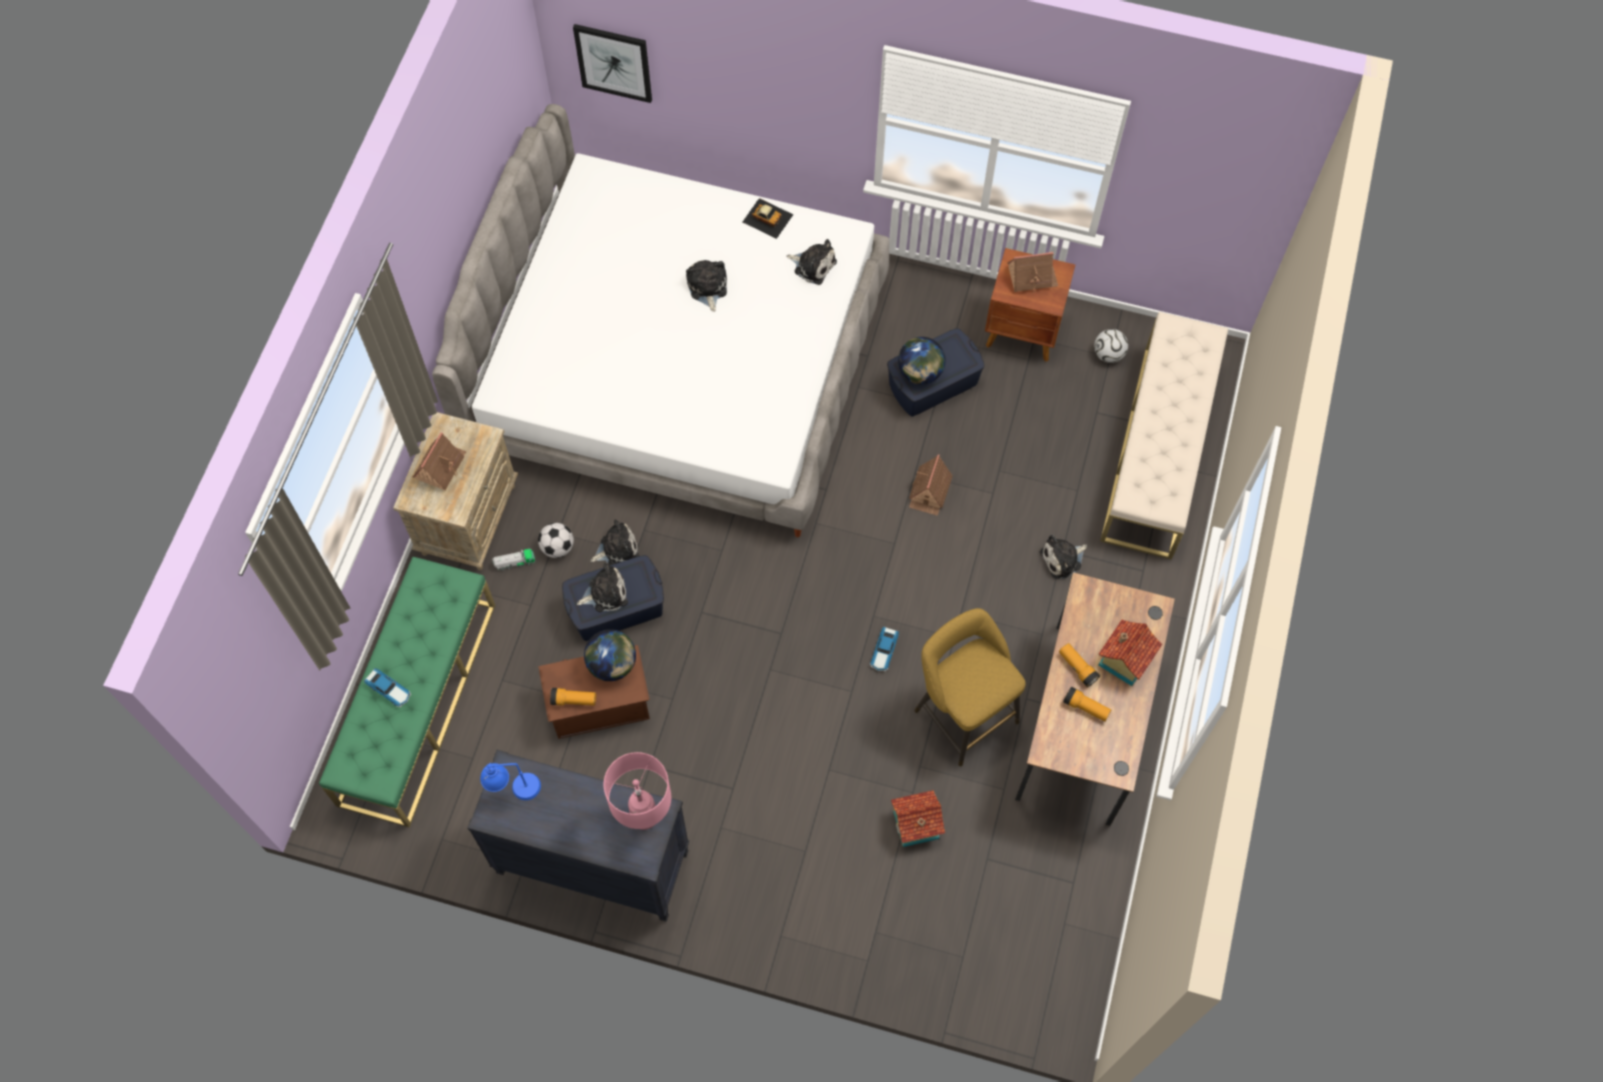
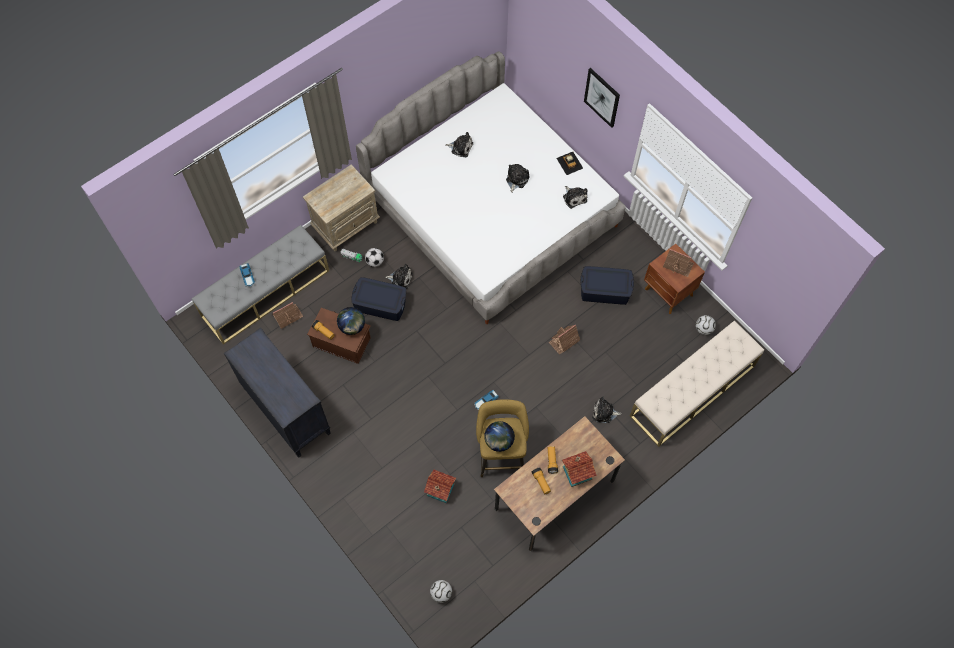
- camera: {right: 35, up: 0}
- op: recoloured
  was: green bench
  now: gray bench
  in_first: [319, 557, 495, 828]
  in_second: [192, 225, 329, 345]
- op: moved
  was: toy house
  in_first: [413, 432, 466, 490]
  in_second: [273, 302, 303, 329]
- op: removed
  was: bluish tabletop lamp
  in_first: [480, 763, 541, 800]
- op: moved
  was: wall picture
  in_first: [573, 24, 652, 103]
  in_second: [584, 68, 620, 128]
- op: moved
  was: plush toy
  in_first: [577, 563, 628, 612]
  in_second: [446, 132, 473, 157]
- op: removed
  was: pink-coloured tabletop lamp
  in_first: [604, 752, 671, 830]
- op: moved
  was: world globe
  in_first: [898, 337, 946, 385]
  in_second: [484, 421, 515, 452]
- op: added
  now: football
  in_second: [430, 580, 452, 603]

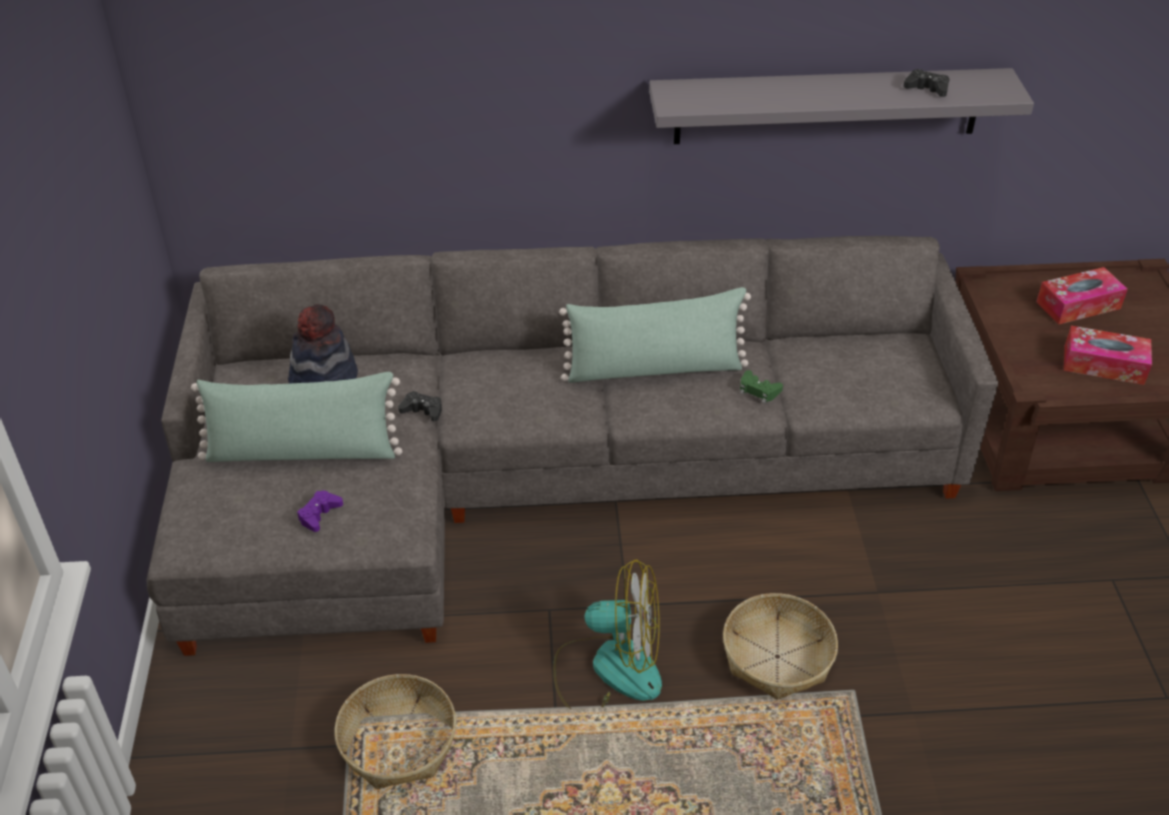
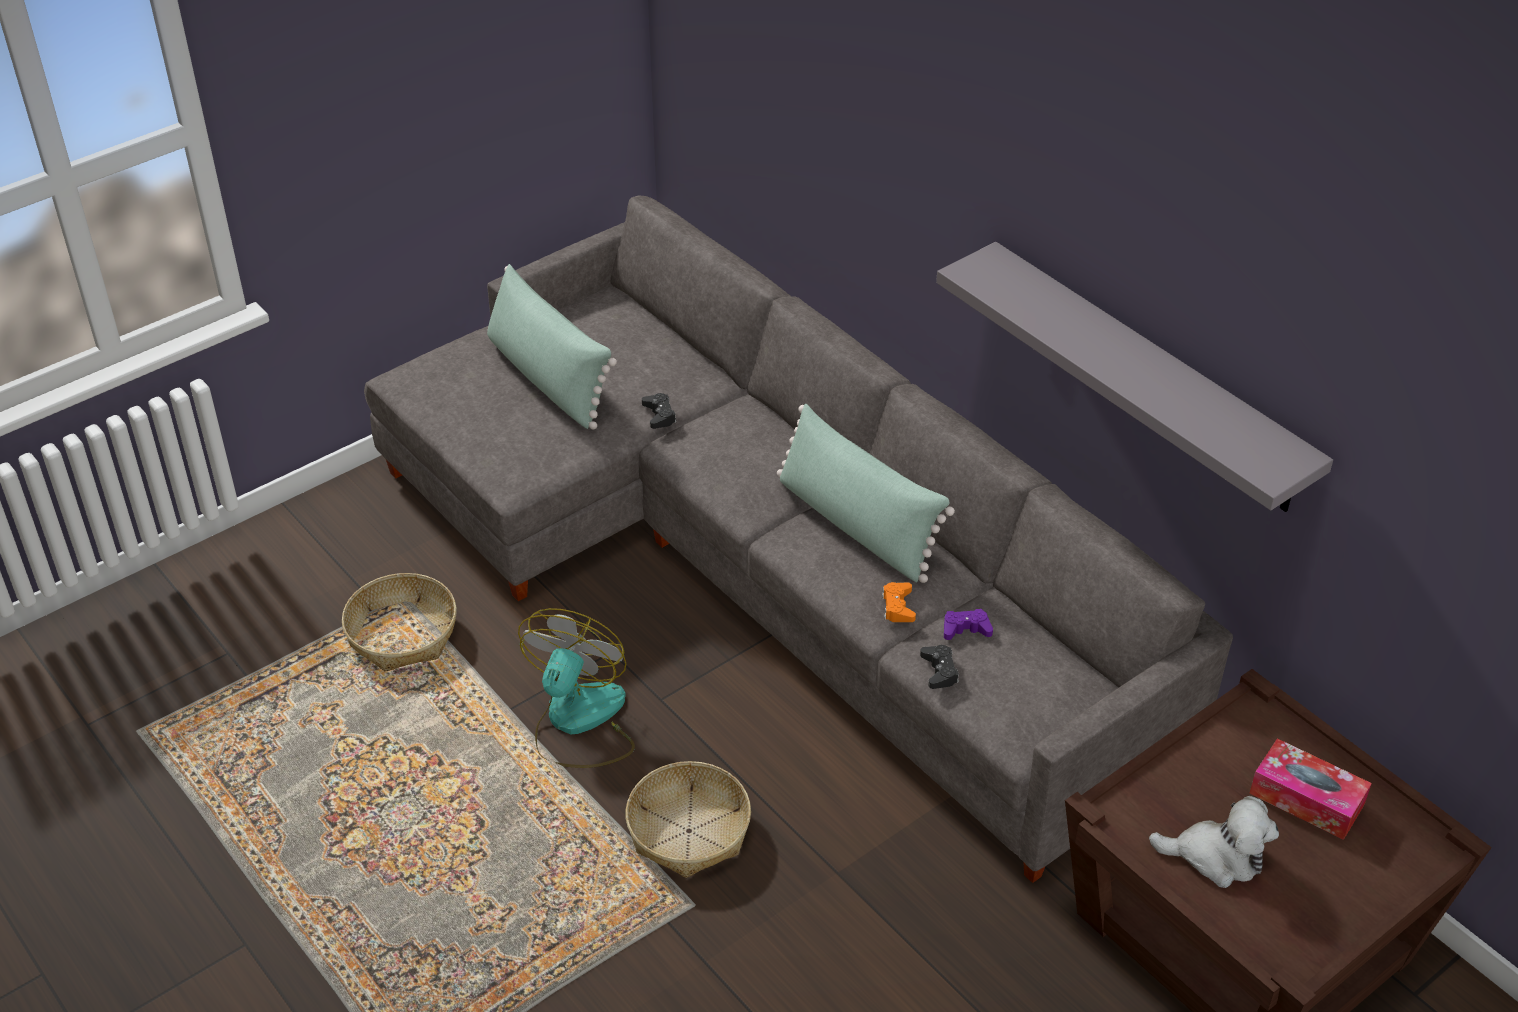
- camera: {right: 55, up: 0}
- op: removed
  was: wearable hat
  in_first: [288, 304, 358, 384]
- op: moved
  was: purple gamepad
  in_first: [297, 490, 343, 532]
  in_second: [944, 609, 993, 640]
- op: turned
  was: electric fan
  in_first: [553, 559, 662, 709]
  in_second: [518, 608, 635, 768]
  clockwise: -135
- op: recoloured
  was: green gamepad
  now: orange-coloured gamepad
  in_first: [740, 370, 783, 403]
  in_second: [882, 582, 916, 622]
- op: moved
  was: black gamepad
  in_first: [903, 69, 950, 97]
  in_second: [920, 645, 959, 689]
- op: replaced
  was: tissue box
  now: plush toy
  in_first: [1064, 326, 1152, 385]
  in_second: [1149, 796, 1279, 888]

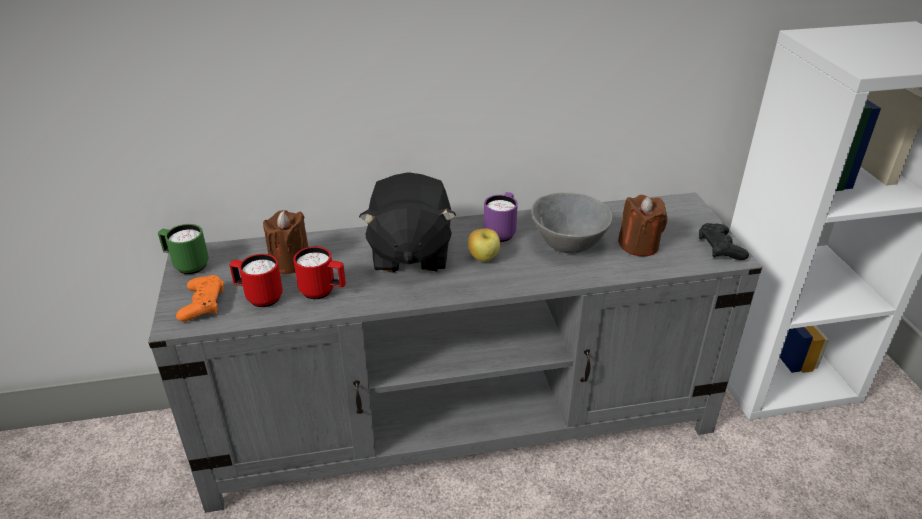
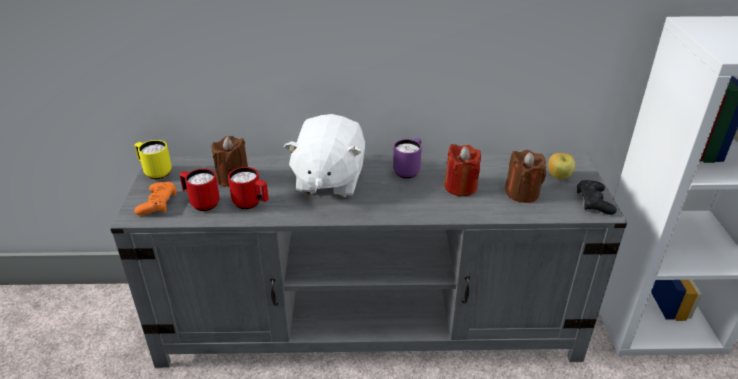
- camera: {right: 10, up: 0}
- op: recoloured
  was: green tea mug
  now: yellow-coloured tea mug
  in_first: [158, 224, 209, 274]
  in_second: [135, 140, 172, 179]
- op: recoloured
  was: black plush toy
  now: whitish plush toy
  in_first: [359, 172, 456, 273]
  in_second: [284, 114, 365, 197]
- op: moved
  was: apple
  in_first: [468, 228, 500, 262]
  in_second: [548, 153, 575, 179]
- op: replaced
  was: gray serving bowl
  now: red-coloured candle
  in_first: [531, 192, 613, 254]
  in_second: [444, 144, 481, 197]

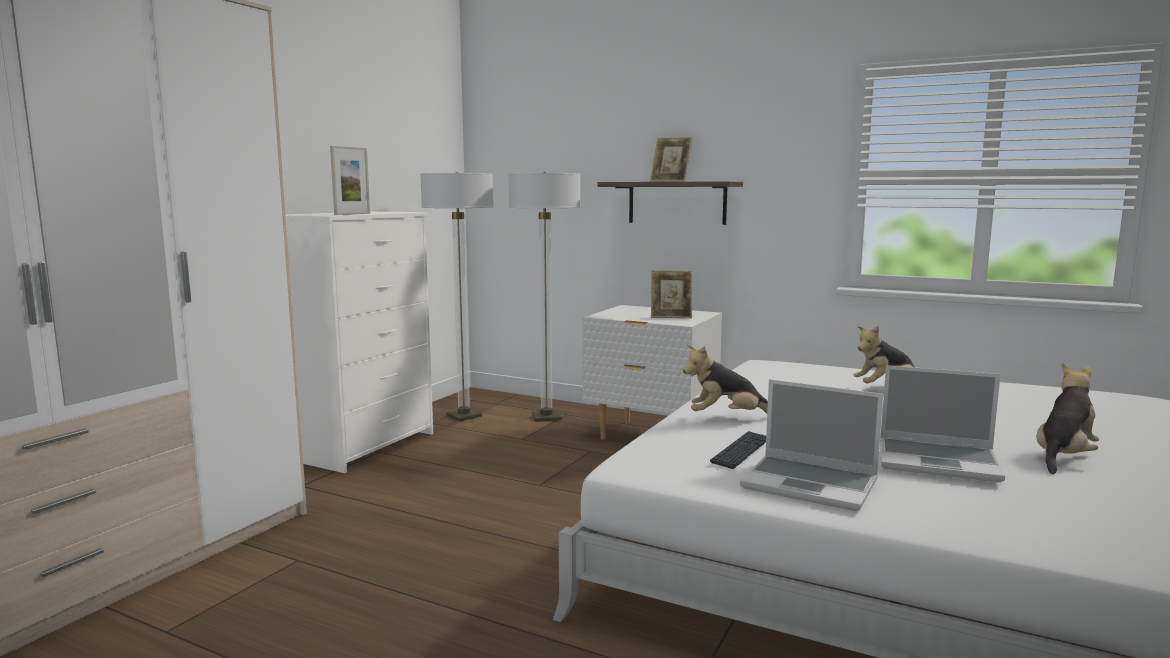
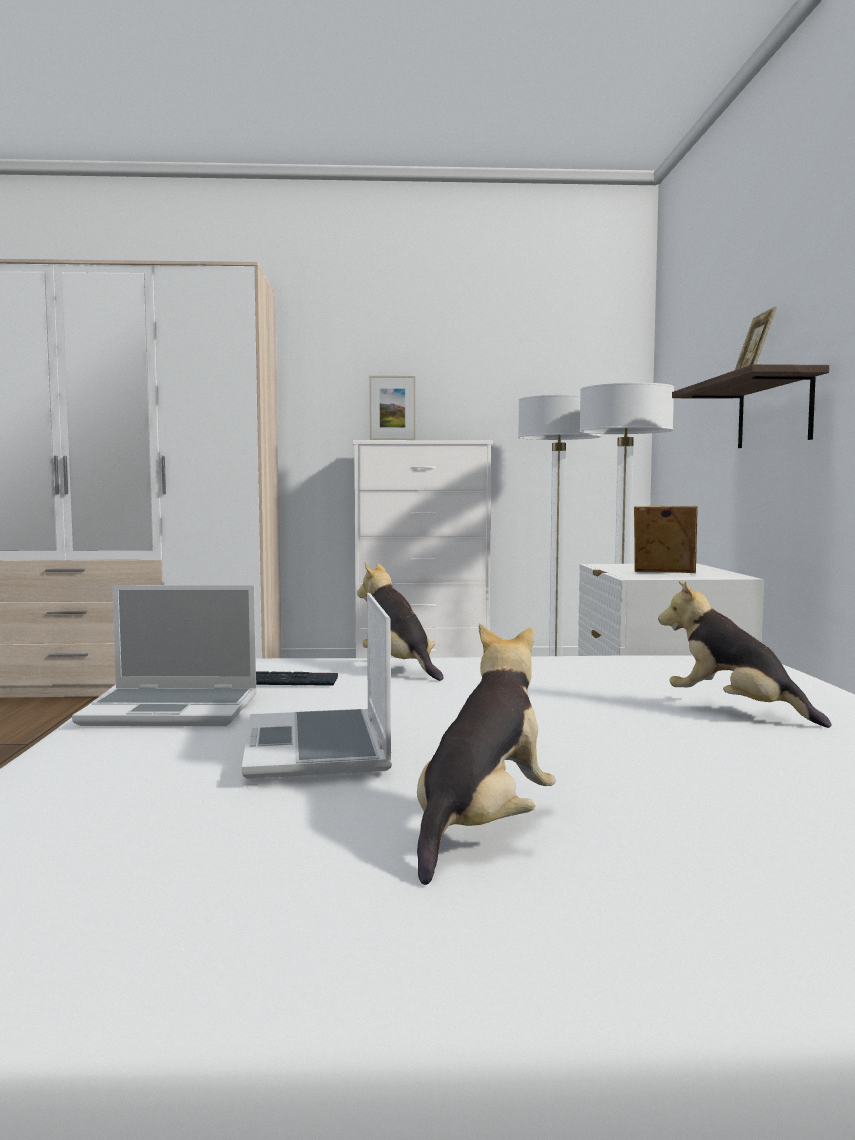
- camera: {right: 60, up: -5}
- op: turned
  was: standing frame
  in_first: [651, 270, 692, 318]
  in_second: [634, 505, 698, 573]
  clockwise: 135
- op: turned
  was: notebook computer
  in_first: [740, 379, 883, 511]
  in_second: [72, 585, 257, 726]
  clockwise: -90
- op: turned
  was: plush toy
  in_first: [1036, 363, 1099, 474]
  in_second: [417, 623, 556, 885]
  clockwise: -75

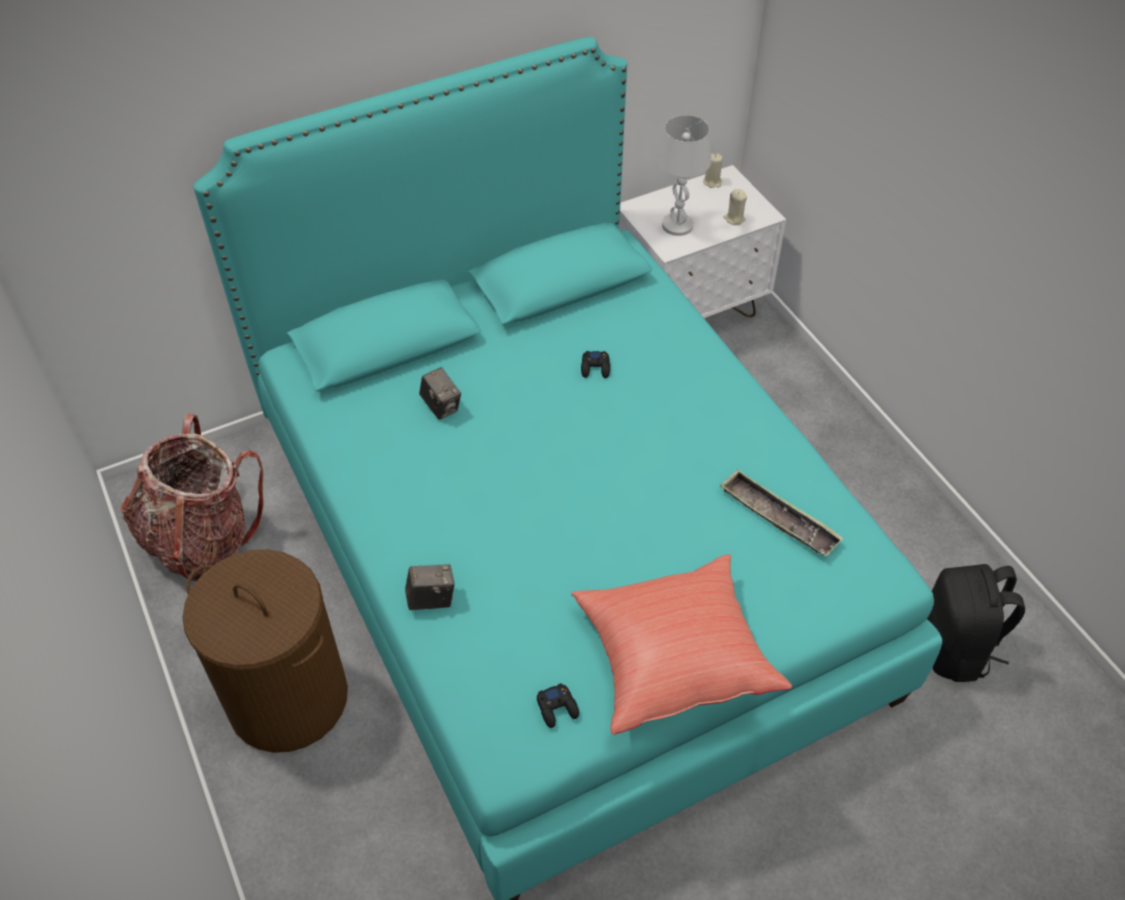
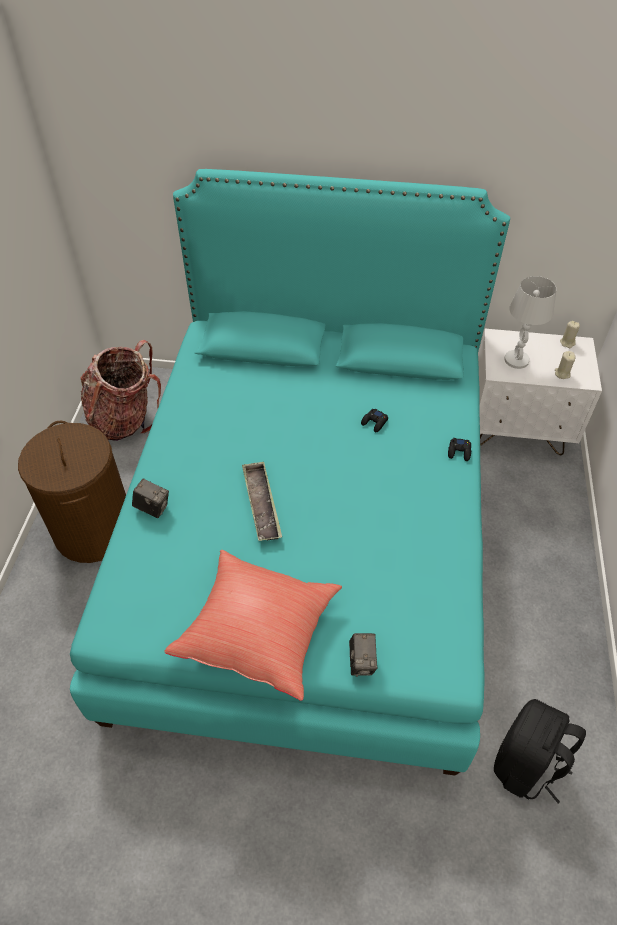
- camera: {right: 35, up: 0}
- op: moved
  was: photo camera
  in_first: [419, 367, 461, 420]
  in_second: [349, 633, 377, 677]
- op: moved
  was: black gamepad
  in_first: [537, 683, 579, 728]
  in_second: [448, 438, 471, 461]
- op: moved
  was: serving tray
  in_first: [720, 469, 844, 556]
  in_second: [242, 461, 282, 541]

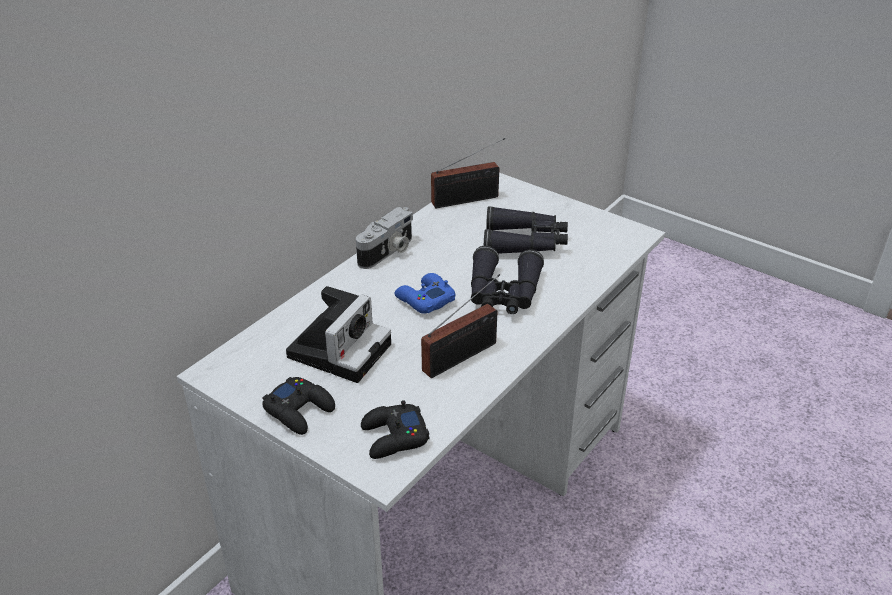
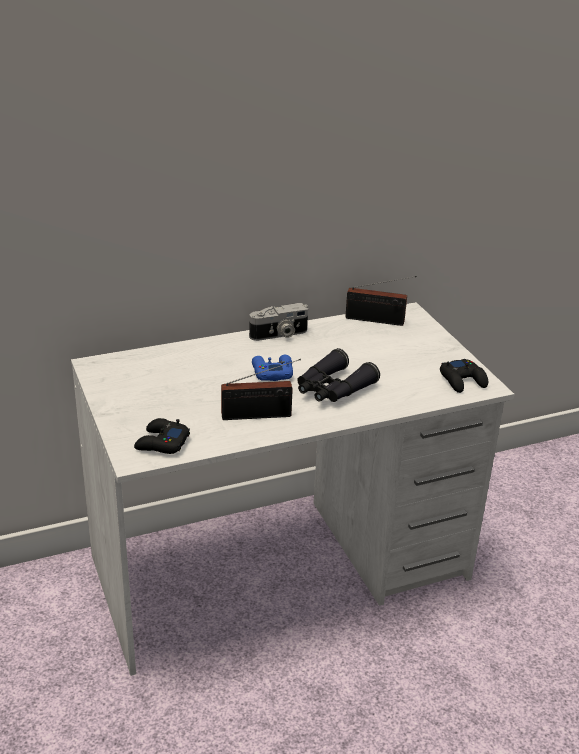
- camera: {right: 30, up: -5}
- op: moved
  was: black gamepad
  in_first: [262, 377, 335, 435]
  in_second: [440, 359, 488, 393]
- op: removed
  was: photo camera
  in_first: [286, 286, 391, 383]
- op: removed
  was: black pair of binoculars
  in_first: [484, 206, 568, 254]

